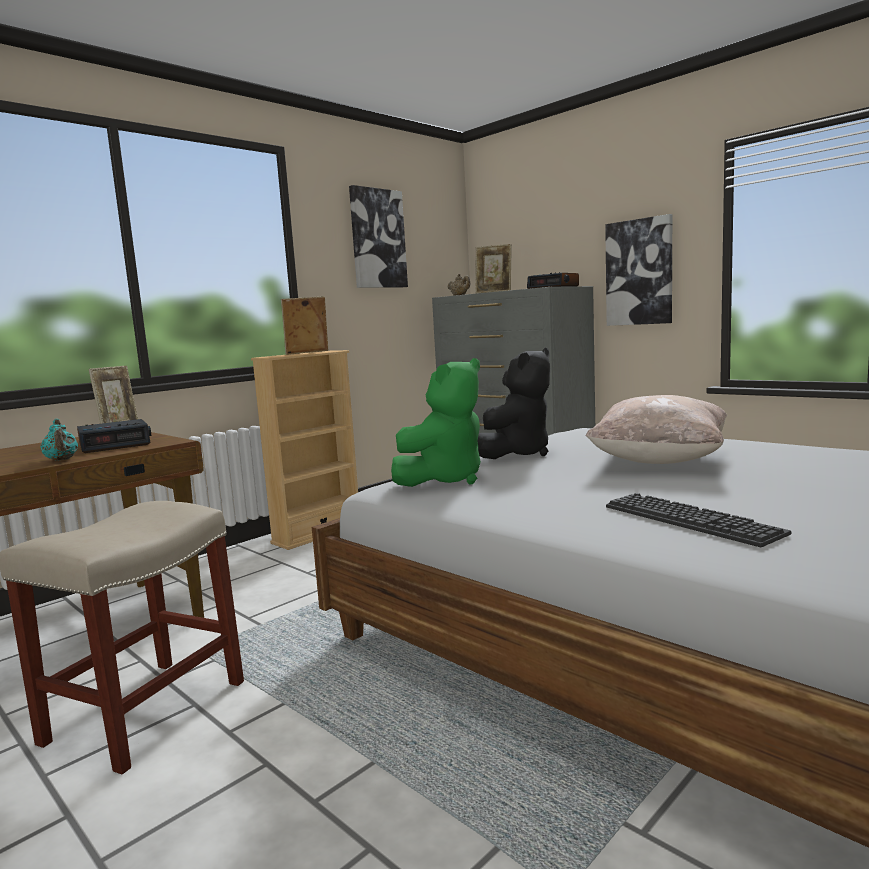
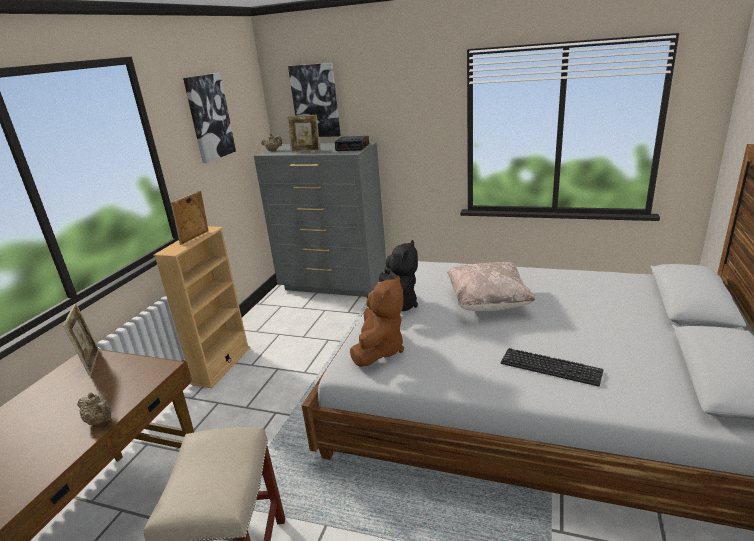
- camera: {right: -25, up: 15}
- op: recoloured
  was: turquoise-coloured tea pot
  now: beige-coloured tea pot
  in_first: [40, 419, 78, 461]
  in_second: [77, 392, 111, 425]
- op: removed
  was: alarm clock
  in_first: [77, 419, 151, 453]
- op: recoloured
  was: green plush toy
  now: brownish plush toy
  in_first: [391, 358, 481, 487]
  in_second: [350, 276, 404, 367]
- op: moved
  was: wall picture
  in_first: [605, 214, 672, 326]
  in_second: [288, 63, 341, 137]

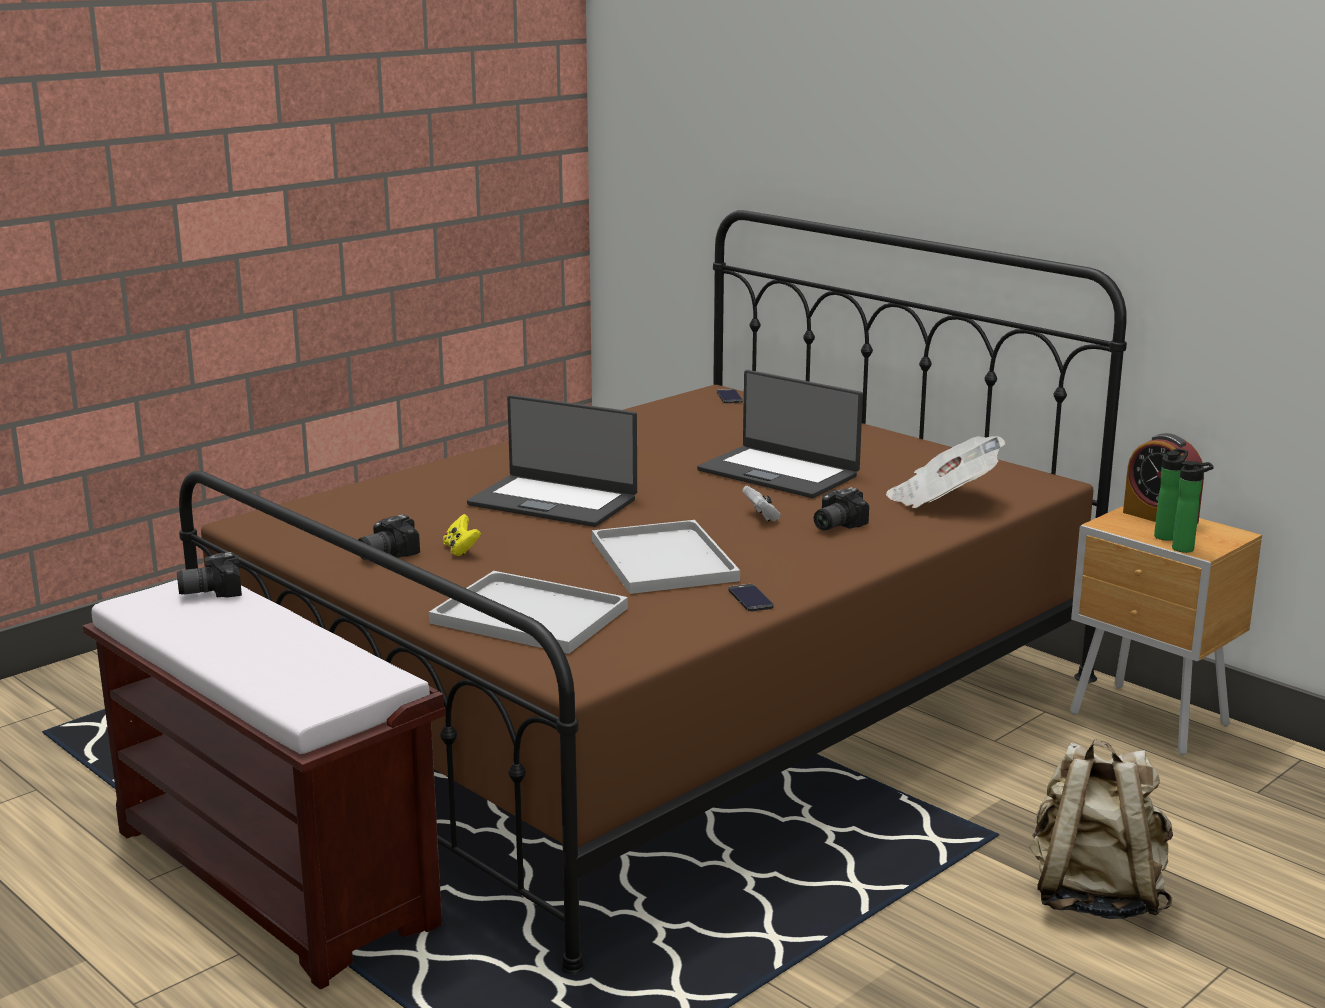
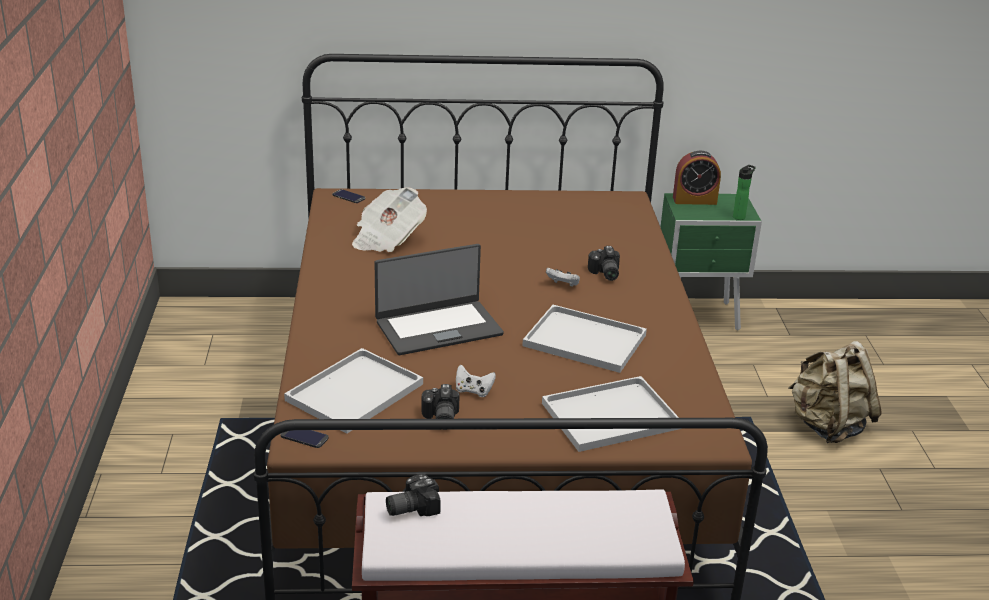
- camera: {right: -50, up: 10}
- op: turned
  was: photo camera
  in_first: [177, 552, 242, 597]
  in_second: [386, 474, 441, 516]
  clockwise: 45
- op: recoloured
  was: yellow-coloured gamepad
  now: whitish gamepad
  in_first: [443, 514, 481, 556]
  in_second: [456, 365, 496, 397]
- op: removed
  was: notebook computer
  in_first: [697, 370, 863, 498]
- op: moved
  was: telephone
  in_first: [728, 584, 774, 611]
  in_second: [280, 430, 329, 448]
- op: moved
  was: daily paper
  in_first: [886, 436, 1006, 508]
  in_second: [352, 187, 427, 252]
- op: recoloured
  was: brownish nightstand
  now: green nightstand
  in_first: [1070, 506, 1262, 756]
  in_second: [660, 193, 762, 330]
- op: removed
  was: beverage bottle
  in_first: [1154, 448, 1188, 541]
- op: added
  now: whitish serving tray
  in_second: [284, 348, 423, 434]

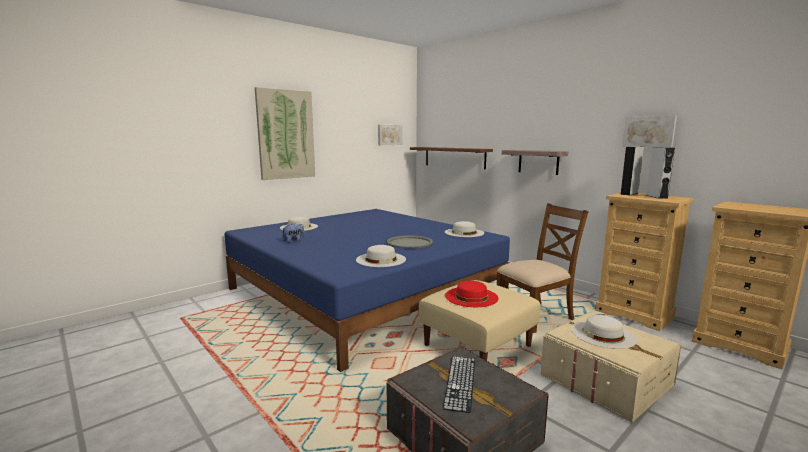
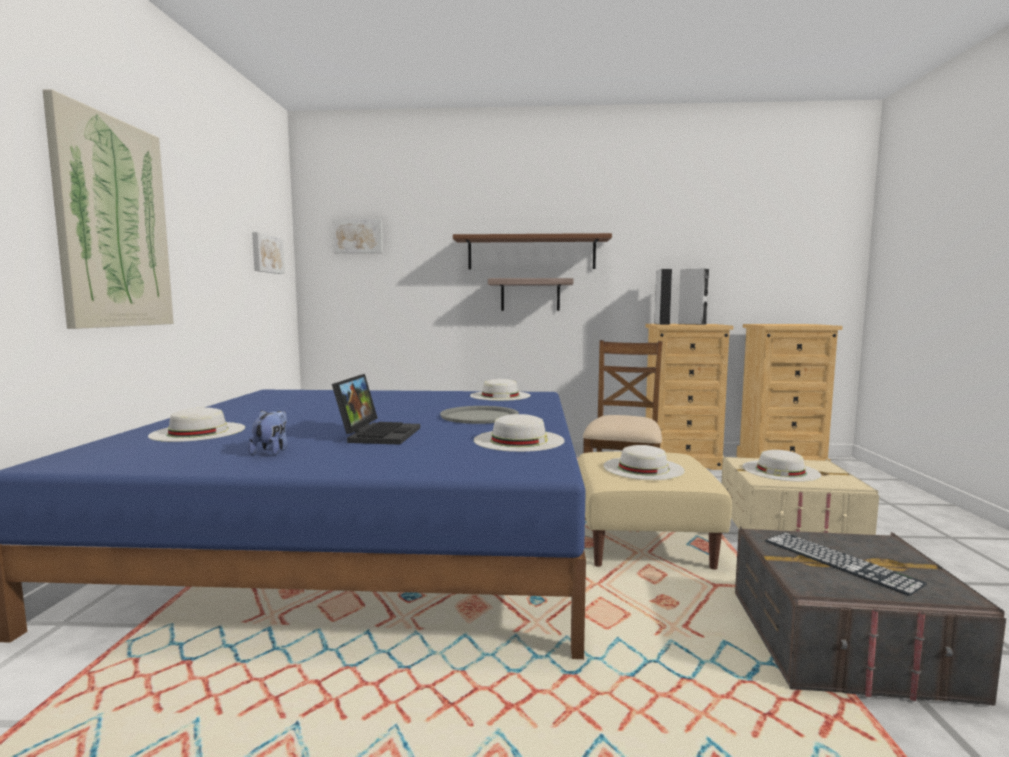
- camera: {right: -45, up: -5}
- op: moved
  was: brownish shelf
  in_first: [410, 147, 493, 170]
  in_second: [453, 233, 612, 269]
- op: recoloured
  was: red-coloured wearable hat
  now: whitish wearable hat
  in_first: [445, 281, 499, 307]
  in_second: [604, 445, 685, 480]
- op: moved
  was: wall picture
  in_first: [622, 116, 677, 148]
  in_second: [332, 219, 383, 253]
- op: added
  now: notebook computer
  in_second: [332, 374, 420, 445]

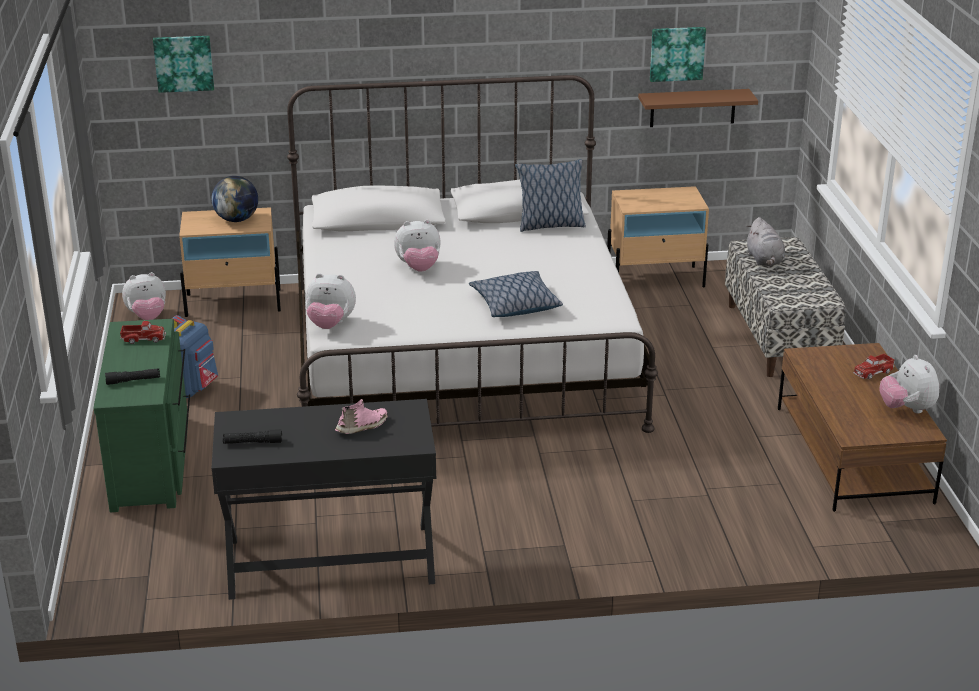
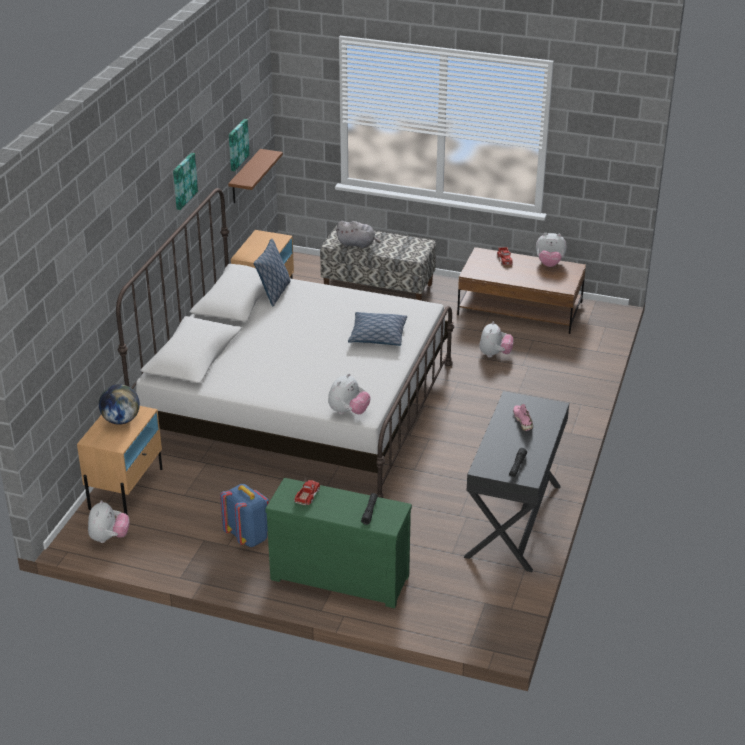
- camera: {right: -65, up: 5}
- op: moved
  was: wall picture
  in_first: [153, 36, 214, 93]
  in_second: [173, 153, 198, 210]
- op: moved
  was: plush toy
  in_first: [394, 220, 441, 272]
  in_second: [479, 321, 514, 358]

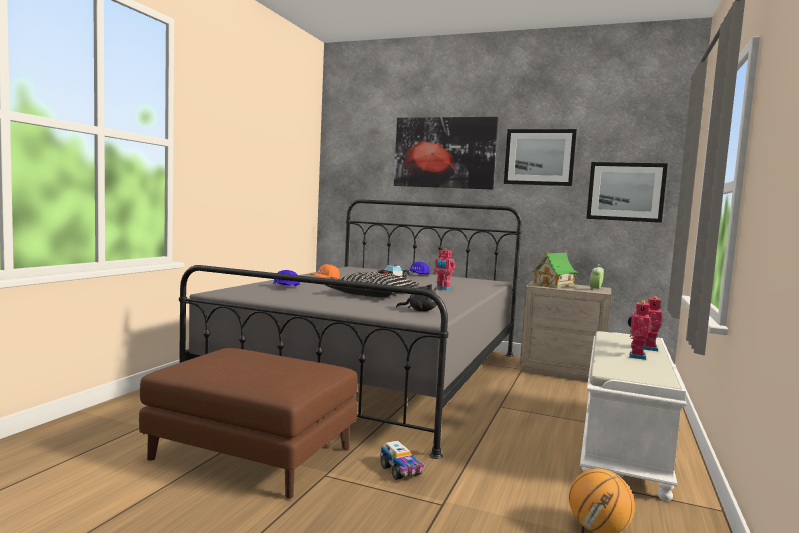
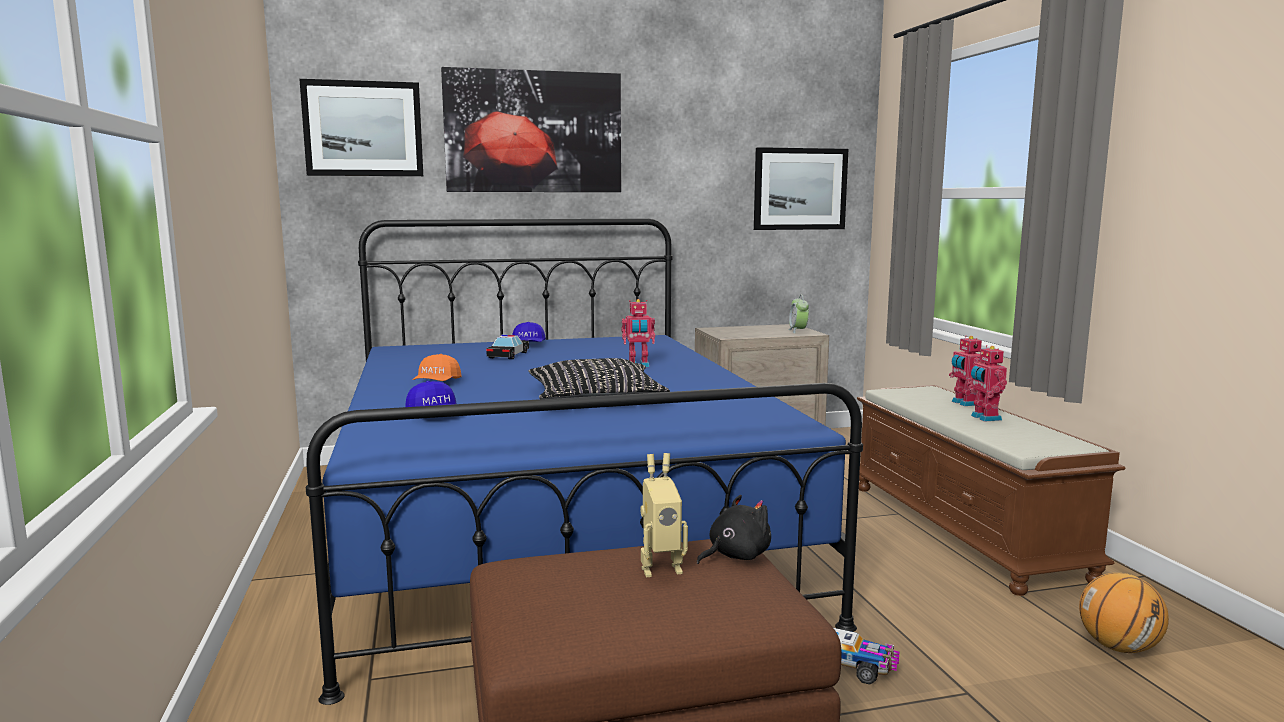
- camera: {right: -35, up: 5}
- op: recoloured
  was: gray bed
  now: bluish bed
  in_first: [179, 199, 522, 459]
  in_second: [306, 218, 863, 705]
- op: moved
  was: black plush toy
  in_first: [396, 284, 438, 311]
  in_second: [697, 495, 771, 564]
- op: moved
  was: wall picture
  in_first: [504, 129, 577, 186]
  in_second: [299, 79, 423, 176]
- op: removed
  was: toy house
  in_first: [531, 250, 578, 288]
- op: recoloured
  was: whitish bench
  now: brownish bench
  in_first: [580, 331, 687, 501]
  in_second: [857, 385, 1126, 596]
- op: added
  now: model robot
  in_second: [640, 453, 688, 577]

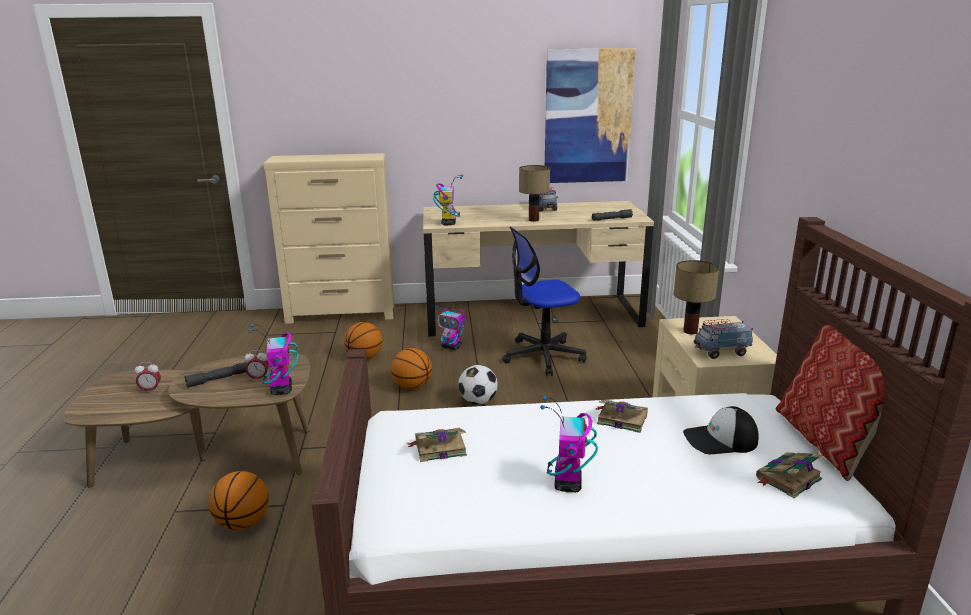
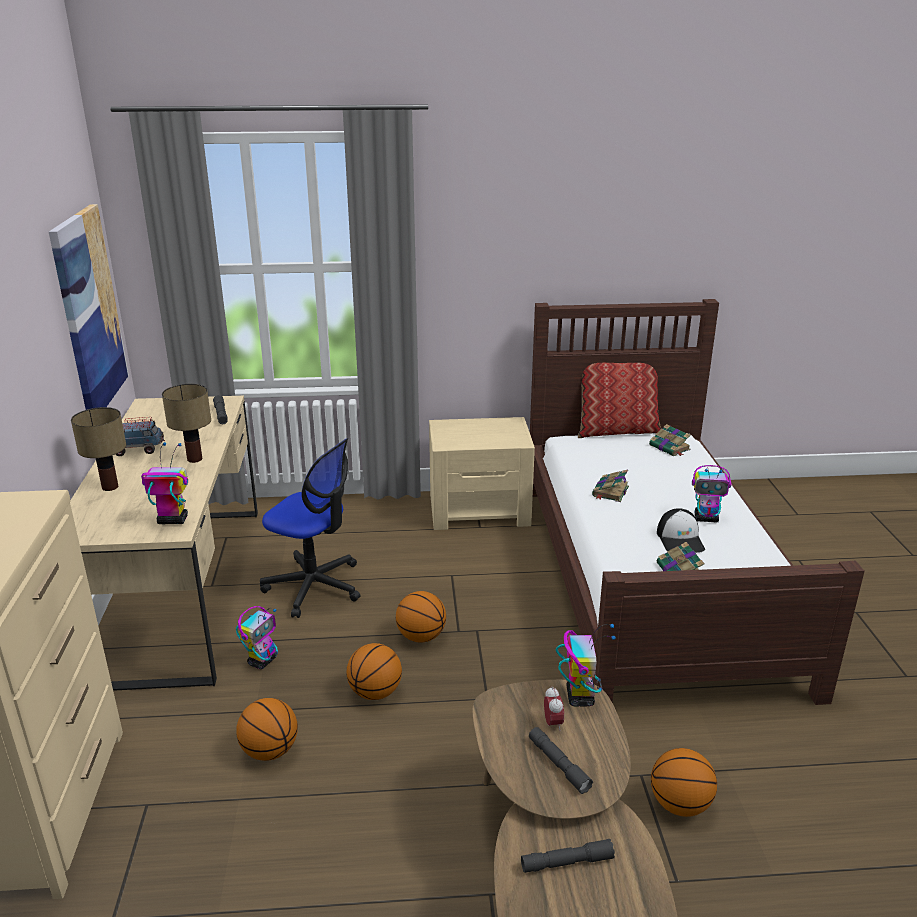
- camera: {right: -90, up: 5}
- op: replaced
  was: alarm clock
  now: gray torch
  in_first: [134, 362, 161, 393]
  in_second: [521, 839, 615, 873]
- op: turned
  was: model robot
  in_first: [249, 324, 299, 395]
  in_second: [555, 624, 616, 707]
  clockwise: -75
- op: replaced
  was: football
  now: basketball
  in_first: [458, 365, 498, 405]
  in_second: [396, 591, 446, 642]
- op: turned
  was: computer chair
  in_first: [502, 226, 586, 376]
  in_second: [260, 438, 361, 618]
  clockwise: -45
- op: moved
  was: tabletop lamp
  in_first: [674, 260, 719, 334]
  in_second: [71, 407, 126, 491]
- op: moved
  was: baseball cap
  in_first: [683, 406, 759, 454]
  in_second: [657, 508, 705, 553]
- op: removed
  was: model truck
  in_first: [693, 319, 753, 359]

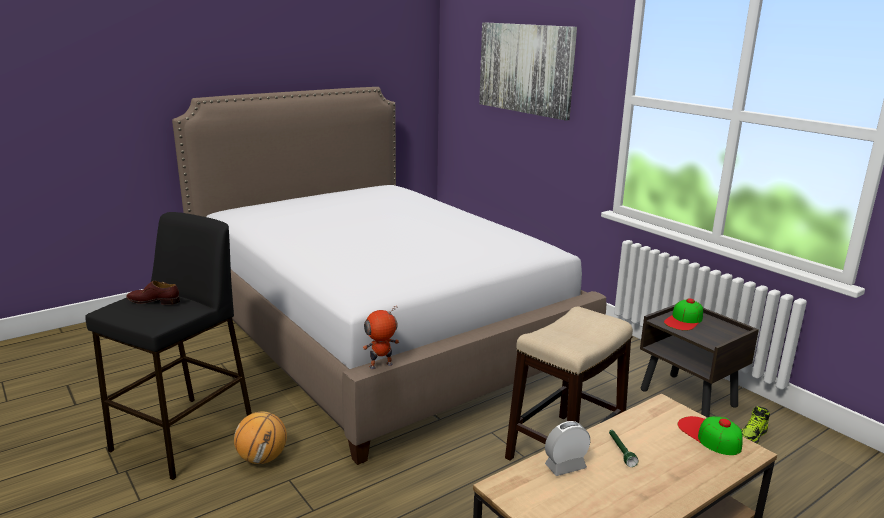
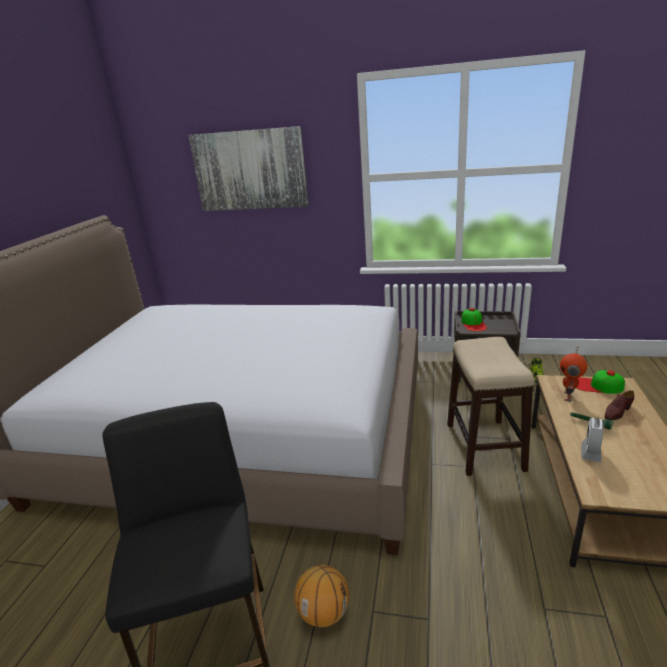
- camera: {right: -40, up: 5}
- op: moved
  was: brownish shoe
  in_first: [126, 281, 180, 305]
  in_second: [604, 390, 634, 420]
- op: moved
  was: model robot
  in_first: [363, 306, 400, 369]
  in_second: [560, 347, 587, 402]

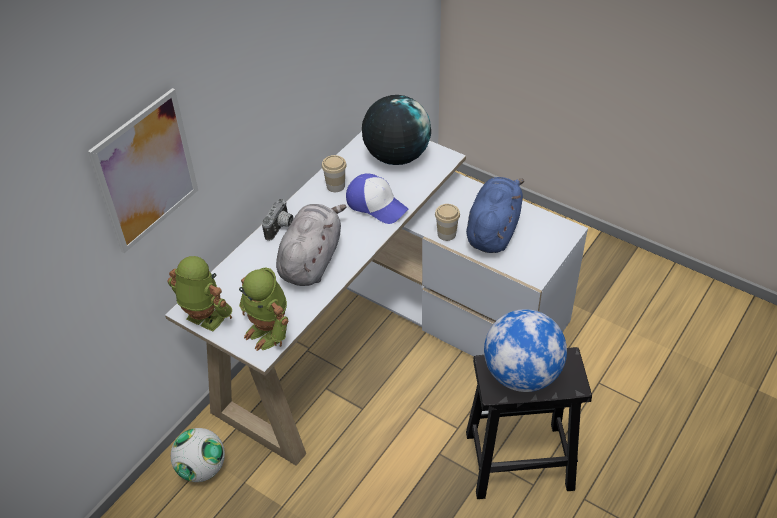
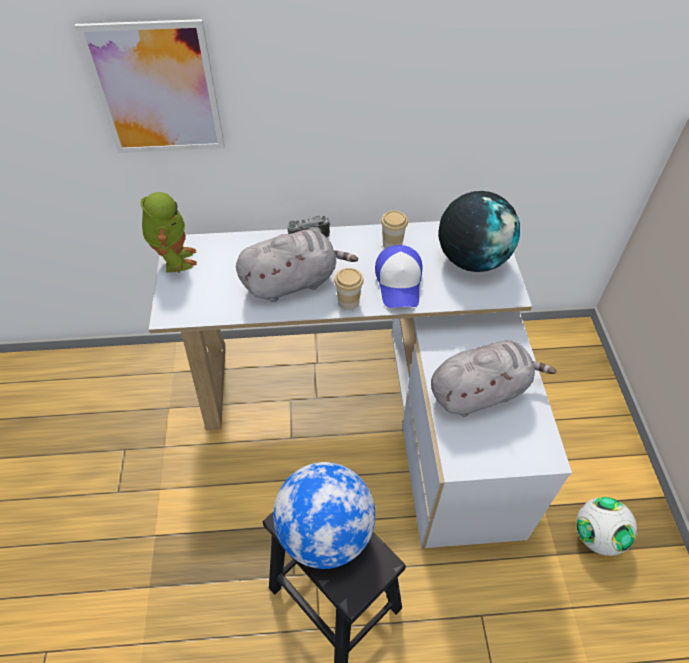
- camera: {right: 50, up: 5}
- op: moved
  was: football
  in_first: [171, 428, 225, 482]
  in_second: [576, 497, 637, 556]
- op: removed
  was: model robot
  in_first: [239, 267, 289, 351]
- op: moved
  was: cup
  in_first: [435, 204, 460, 241]
  in_second: [334, 268, 364, 310]
- op: recoloured
  was: bluish plush toy
  now: gray plush toy
  in_first: [466, 177, 524, 253]
  in_second: [431, 340, 557, 417]

